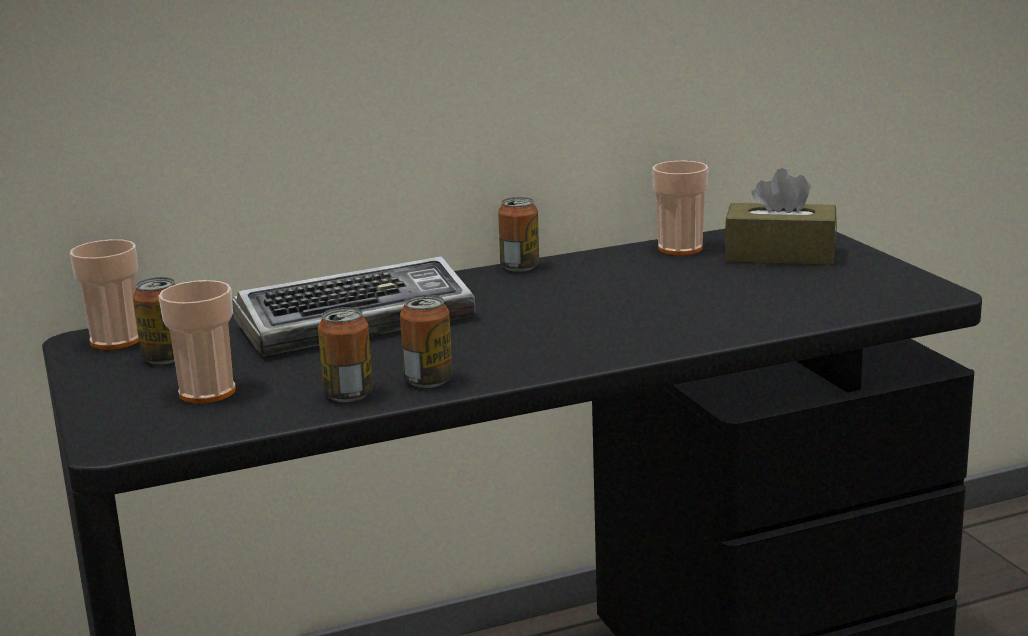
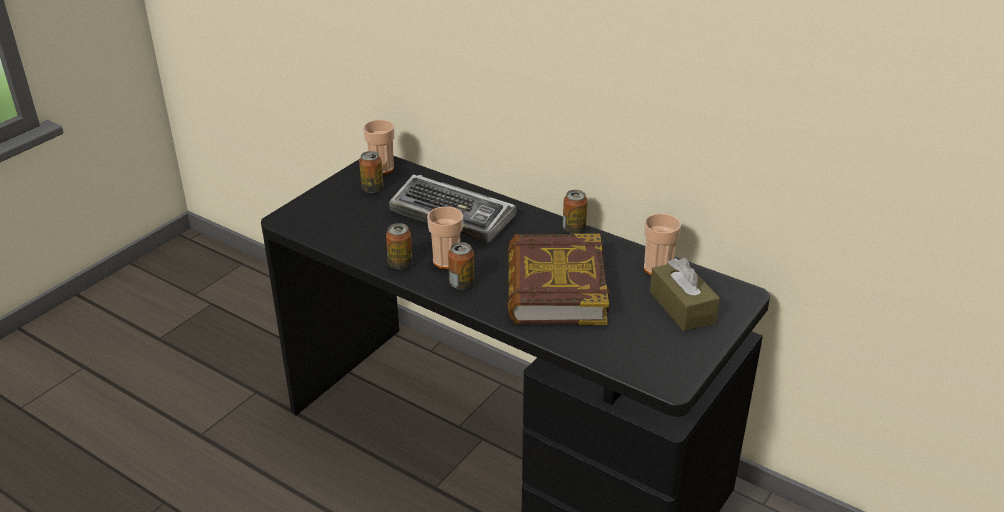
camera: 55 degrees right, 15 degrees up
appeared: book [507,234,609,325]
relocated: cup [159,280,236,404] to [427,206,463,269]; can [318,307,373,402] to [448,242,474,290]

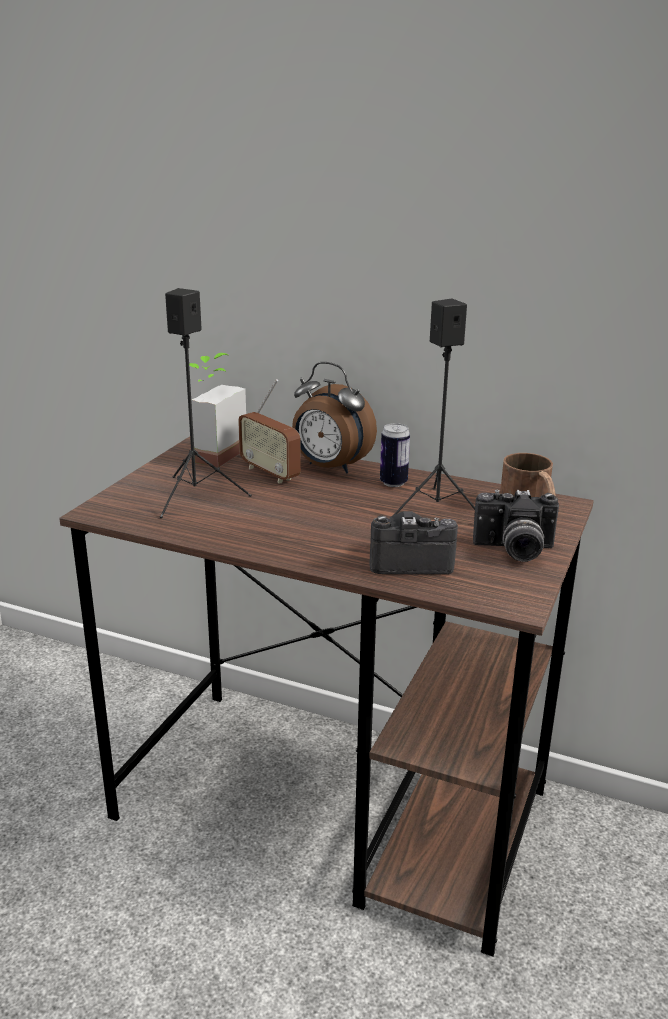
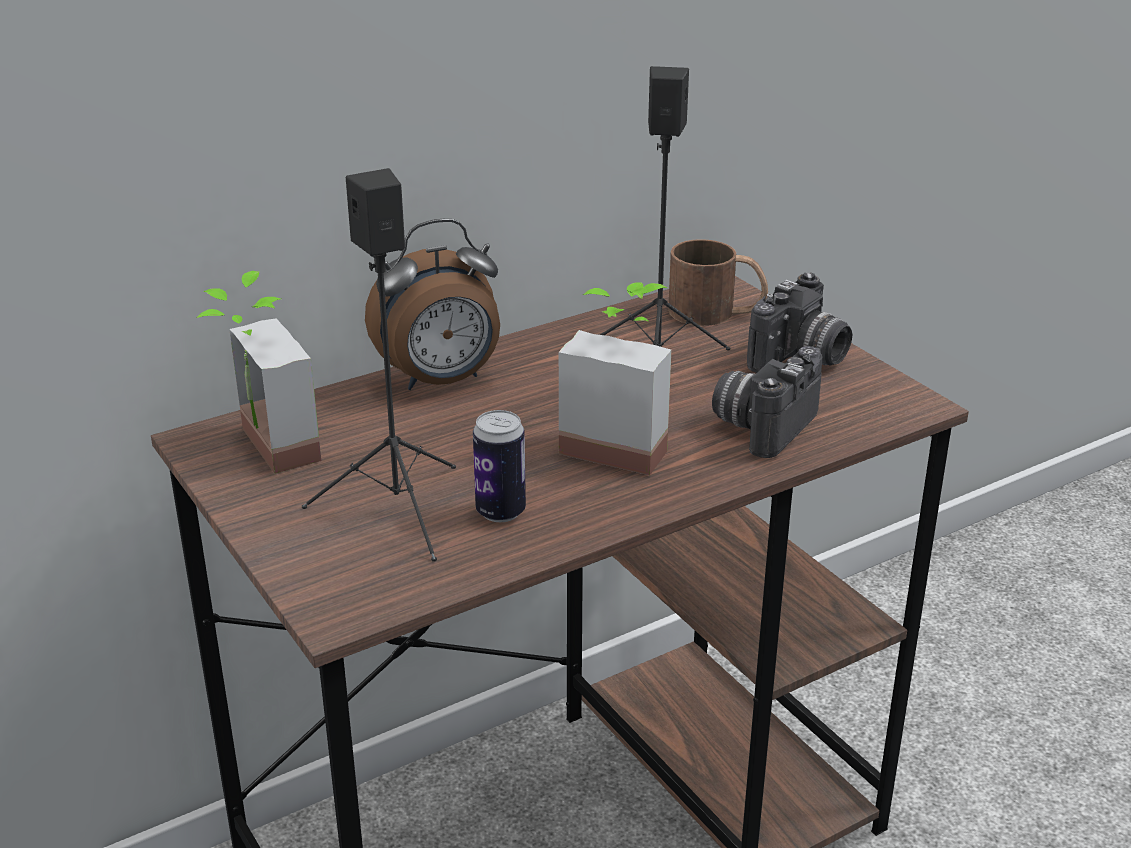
camera: 55 degrees left, 5 degrees up
missing: radio [238,379,301,484]
appeared: potted plant [559,282,671,475]
relocated: can [380,423,410,487] to [473,410,526,522]

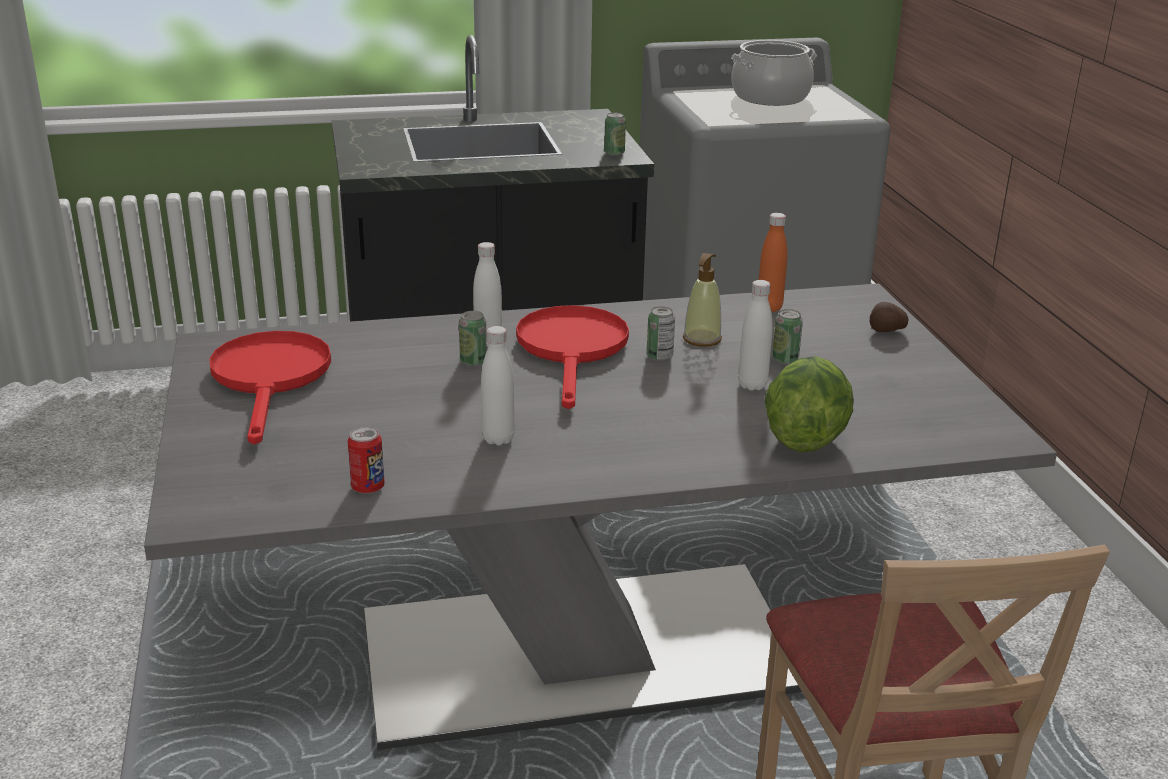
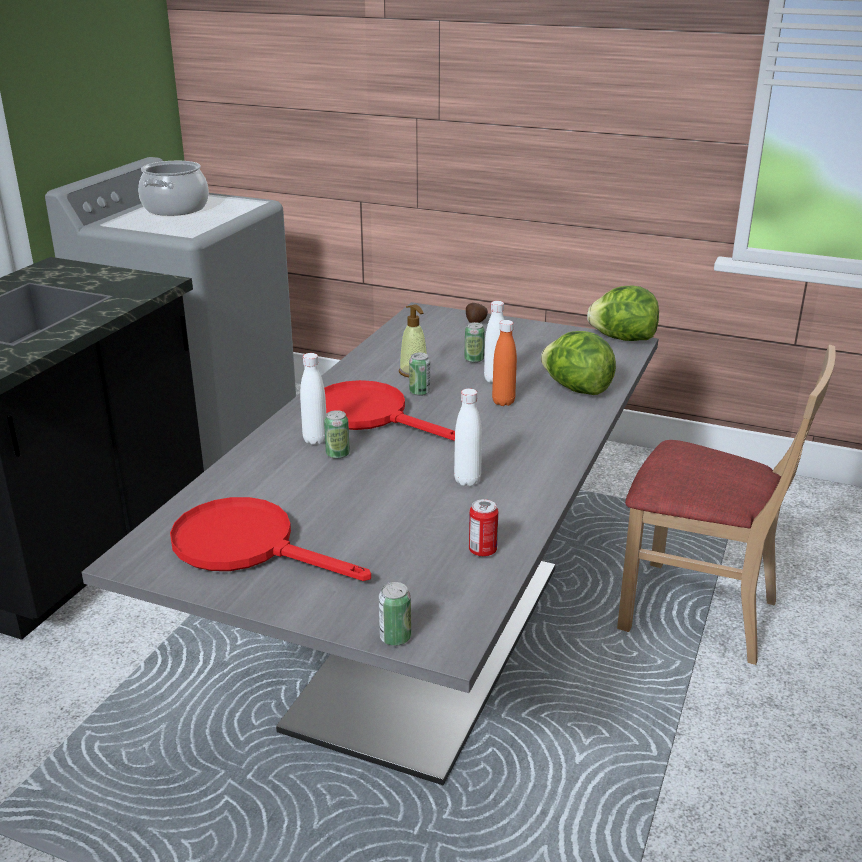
camera: 55 degrees left, 0 degrees up
appeared: lettuce [587,286,659,341]
relocated: can [604,113,626,156] to [379,582,411,646]; orange bottle [759,213,787,312] to [492,320,517,406]

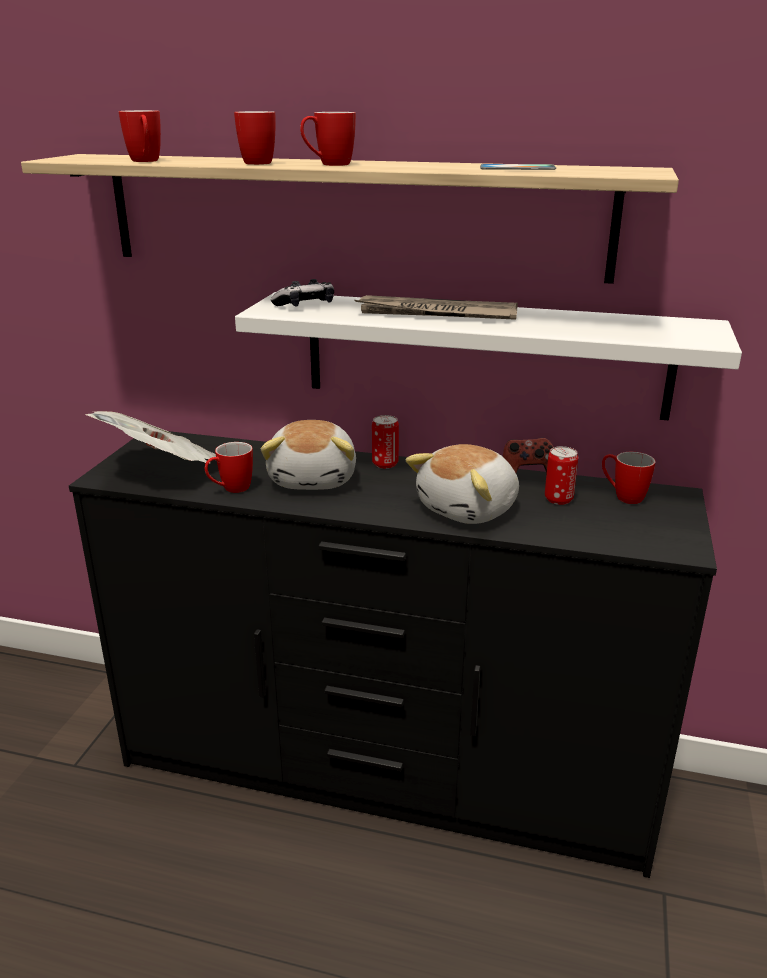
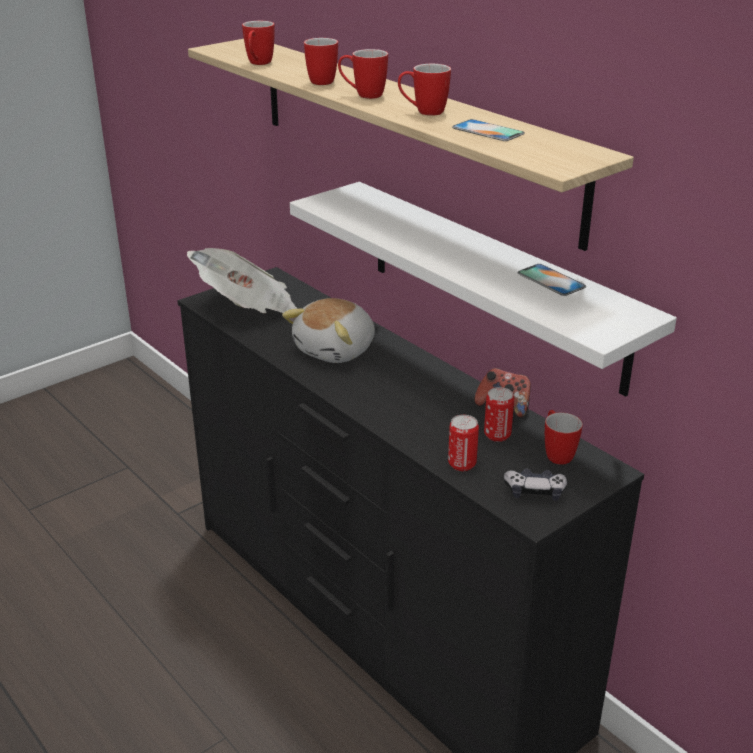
camera: 35 degrees right, 5 degrees up
missing: newspaper [355,295,518,320]; plush toy [406,444,519,524]
appeared: phone [518,264,586,296]
relocated: game controller [271,279,334,307] to [504,468,567,501]; can [372,415,399,469] to [448,415,479,471]; mug [205,442,253,493] to [398,64,451,116]

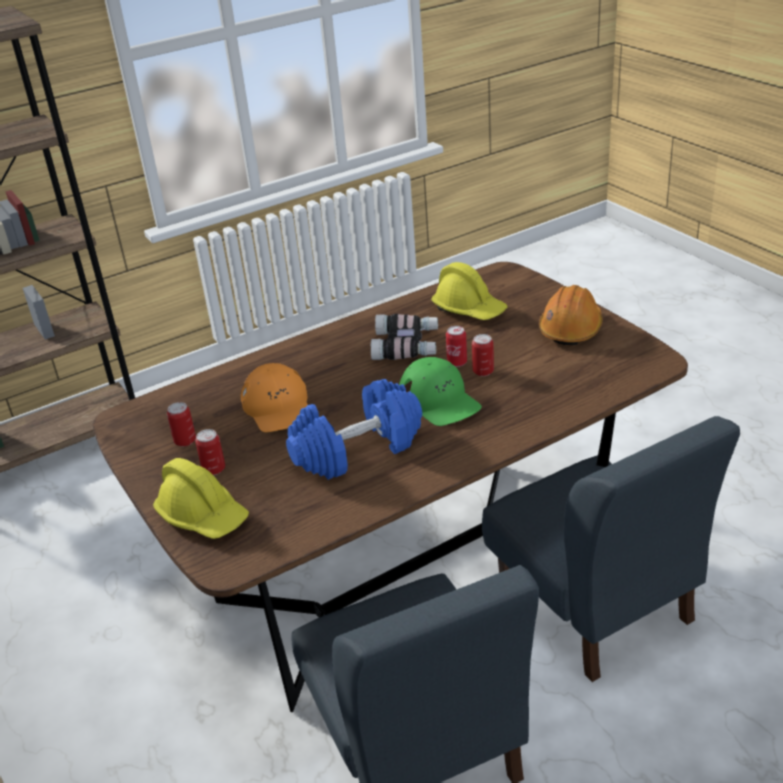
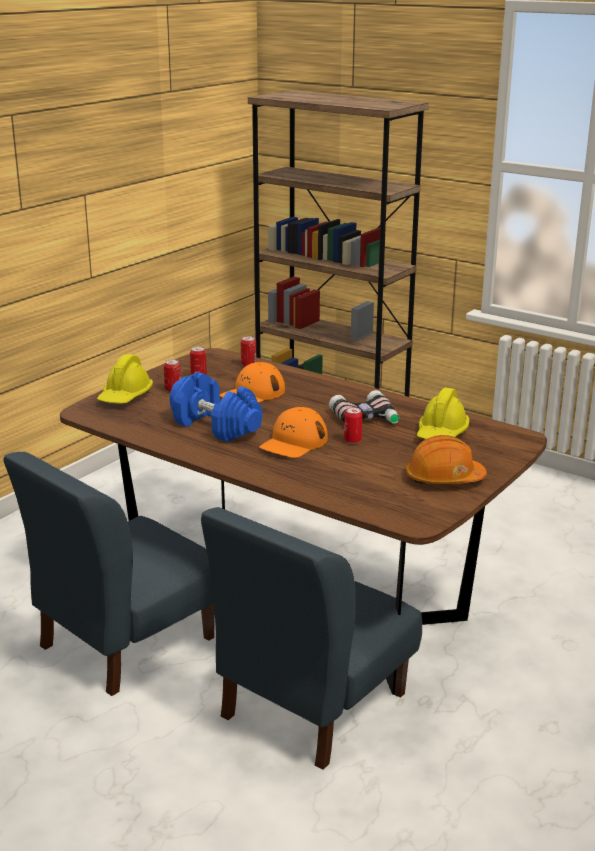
camera: 65 degrees right, 10 degrees down
relocated: can [472,334,494,376] to [241,336,256,367]
colour: green cap [399,357,482,426] to orange cap [259,407,328,458]

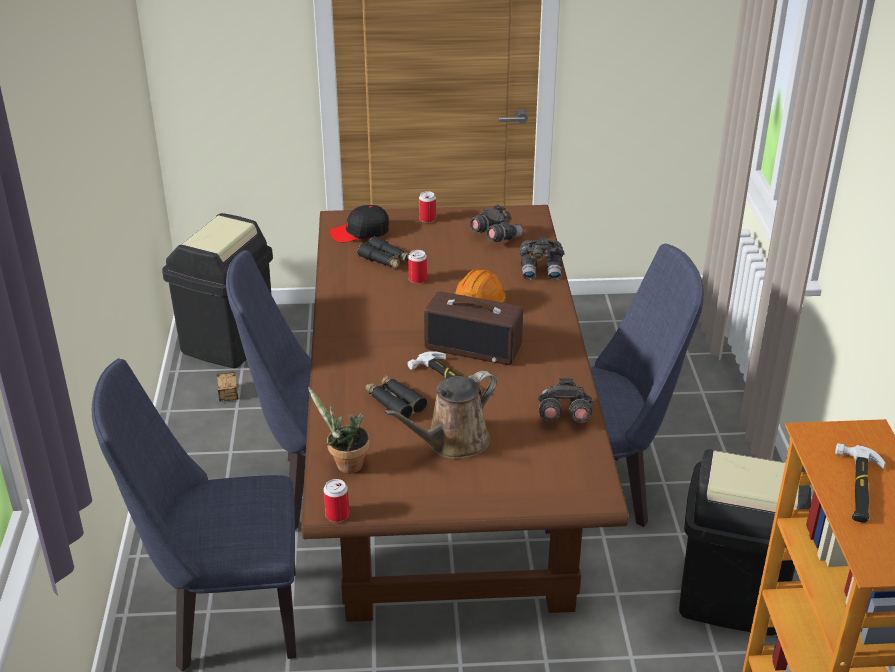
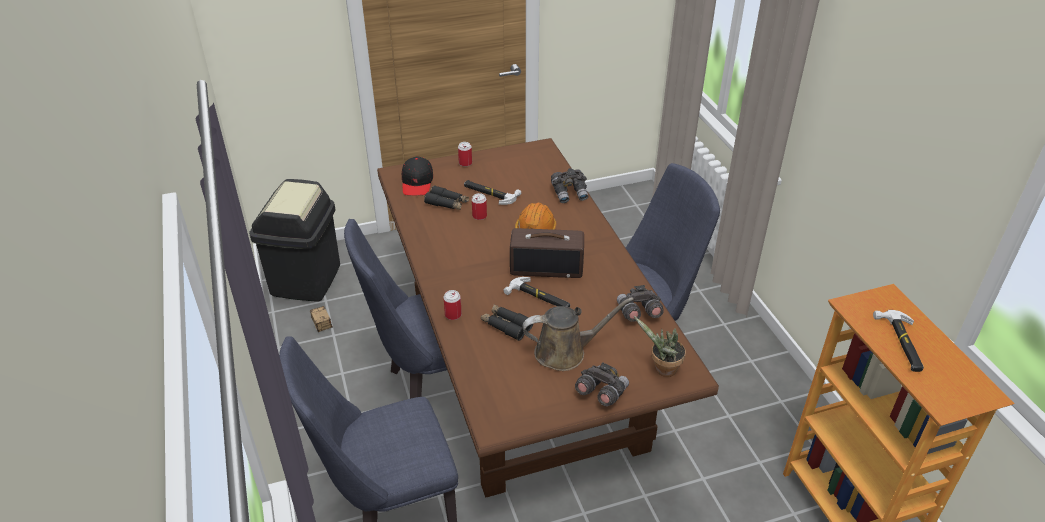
camera: 15 degrees left, 5 degrees up
missing: black trash can [679,449,811,636]
appeared: hammer [464,180,521,205]
relocated: grey binoculars [470,205,523,242] to [575,362,629,406]; potted plant [308,387,370,474] to [634,316,686,377]; can [323,479,349,522] to [444,290,462,320]
spun: black cap [329,205,389,243] = [402,156,433,195] 60 degrees counterclockwise; brown watering can [384,371,497,459] = [523,297,634,371] 135 degrees counterclockwise

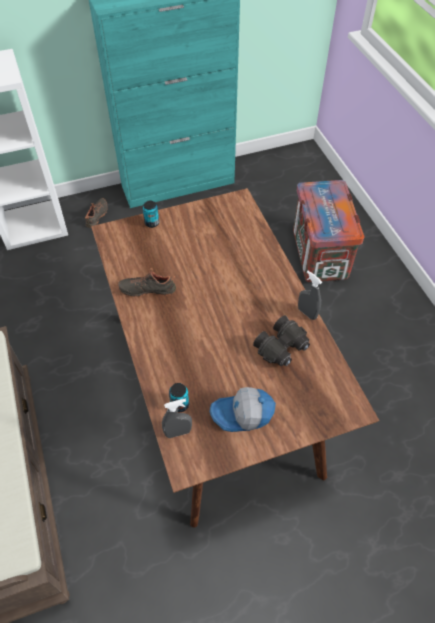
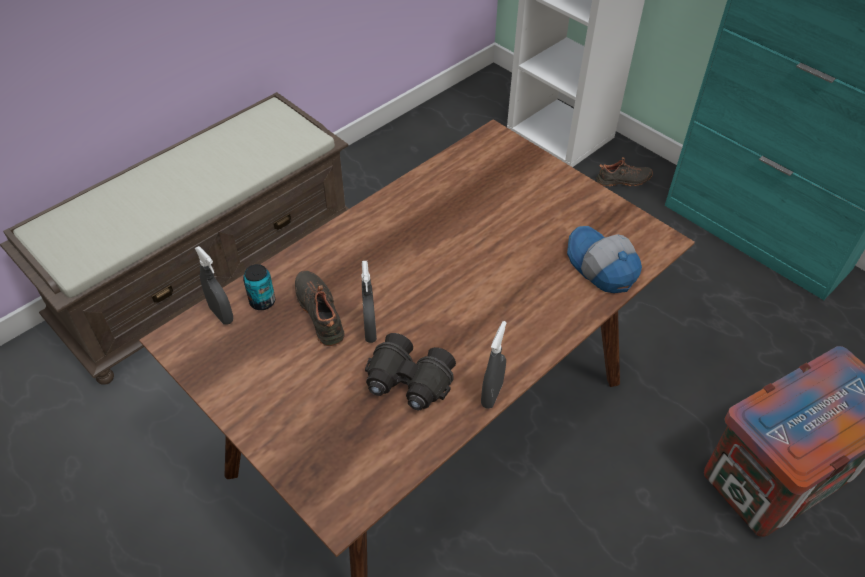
camera: 65 degrees right, 5 degrees down
missing: can [143,200,159,228]
appeared: grey spray bottle [361,261,377,343]
relocated: black shoe [118,268,176,297] to [295,270,345,346]; cap [209,387,276,432] to [567,226,642,293]

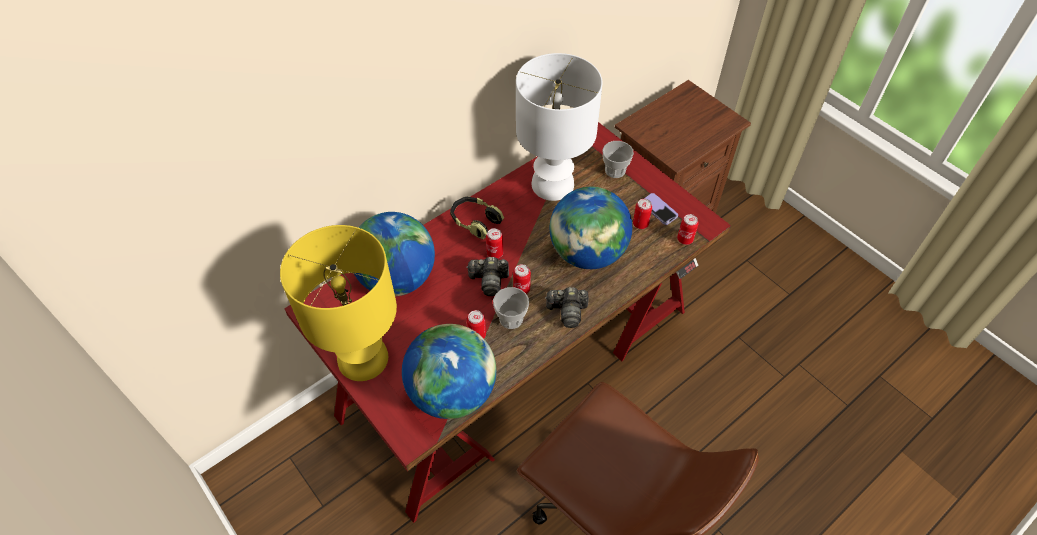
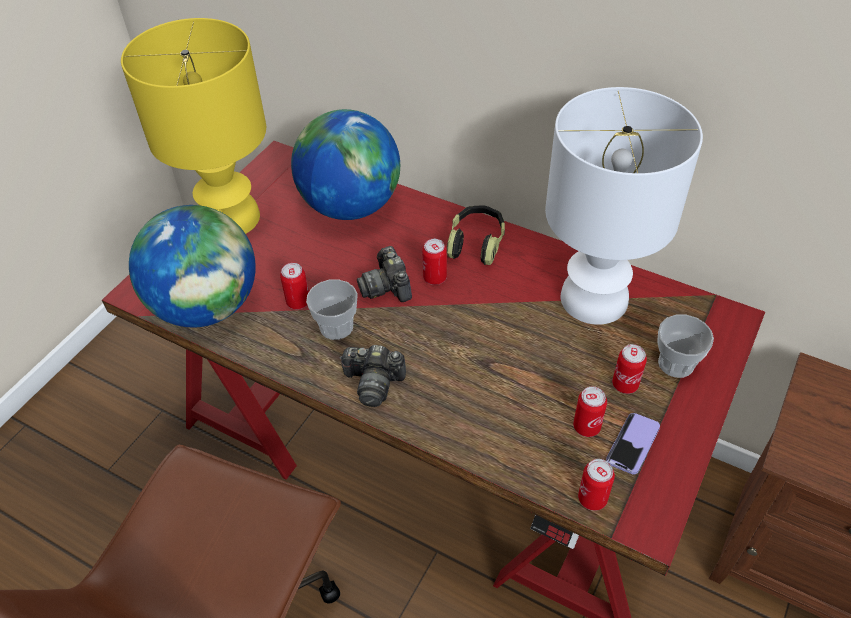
camera: 70 degrees right, 5 degrees down
missing: globe [550,187,632,269]
relocated: can [513,264,531,294] to [612,344,647,394]
spun: photo camera [545,287,589,328] = [339,345,406,407] 60 degrees counterclockwise

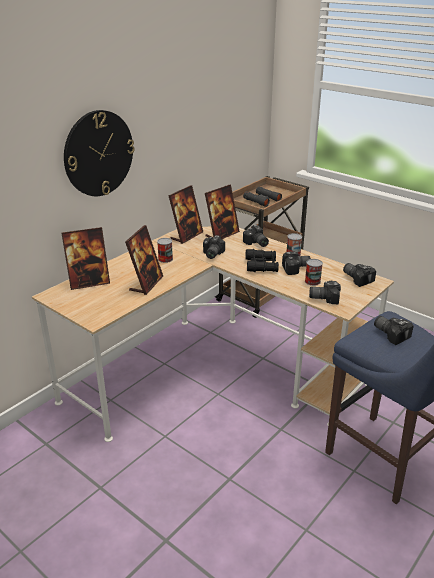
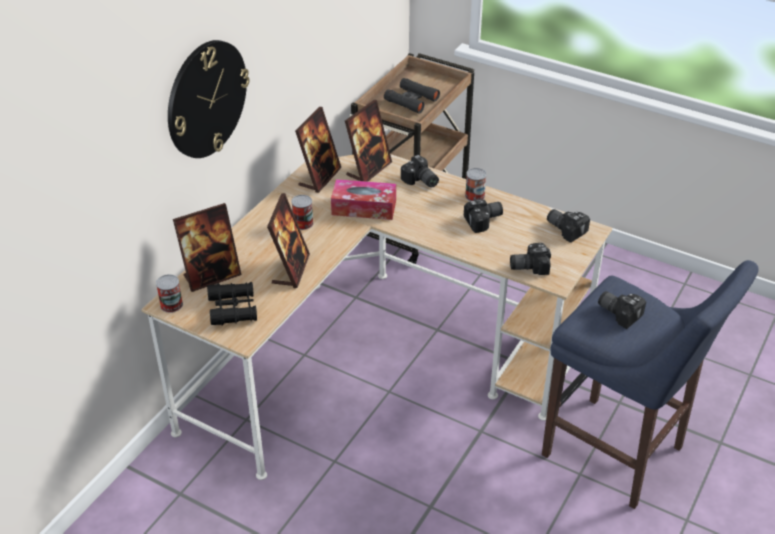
camera: 10 degrees left, 10 degrees up
relocated: black binoculars [245,249,279,272] to [207,282,257,326]; can [305,259,323,286] to [156,274,183,313]
exchanged: photo camera [203,235,225,259] to tissue box [331,179,396,220]

